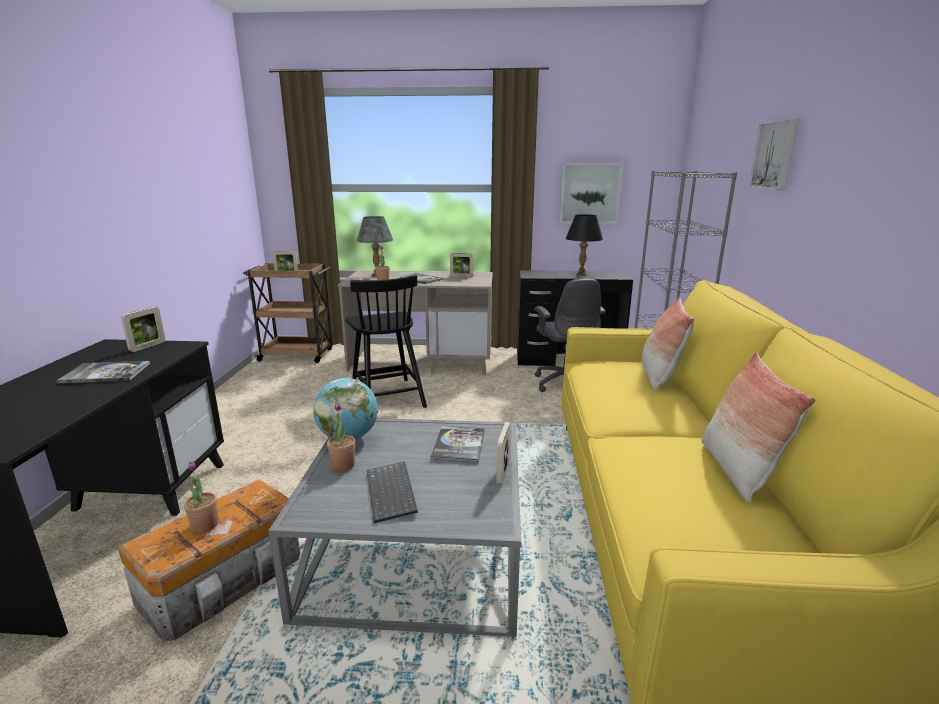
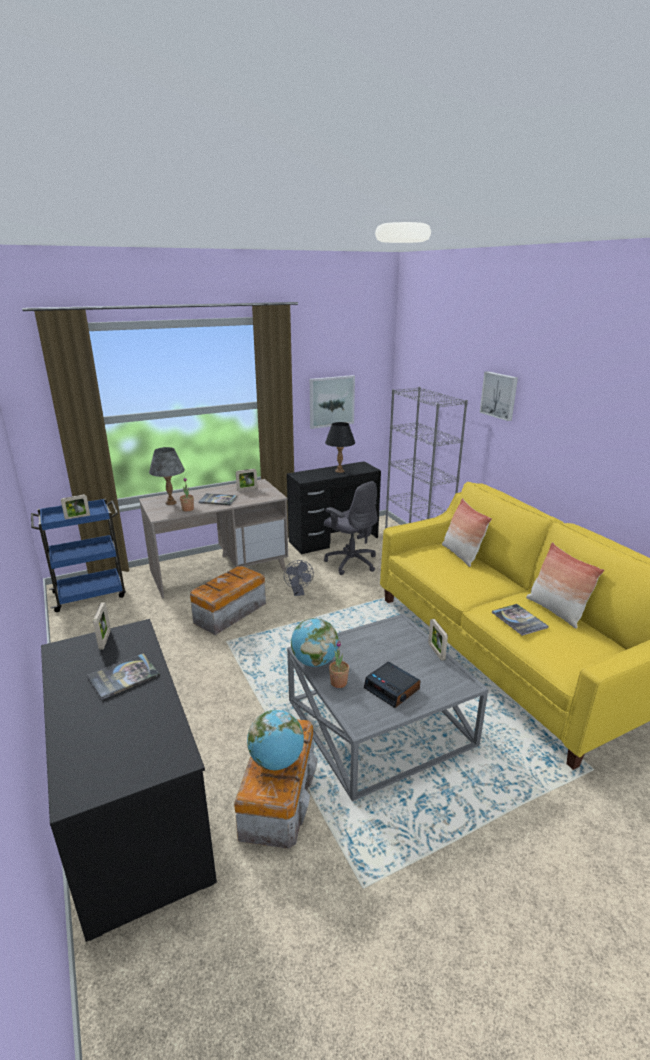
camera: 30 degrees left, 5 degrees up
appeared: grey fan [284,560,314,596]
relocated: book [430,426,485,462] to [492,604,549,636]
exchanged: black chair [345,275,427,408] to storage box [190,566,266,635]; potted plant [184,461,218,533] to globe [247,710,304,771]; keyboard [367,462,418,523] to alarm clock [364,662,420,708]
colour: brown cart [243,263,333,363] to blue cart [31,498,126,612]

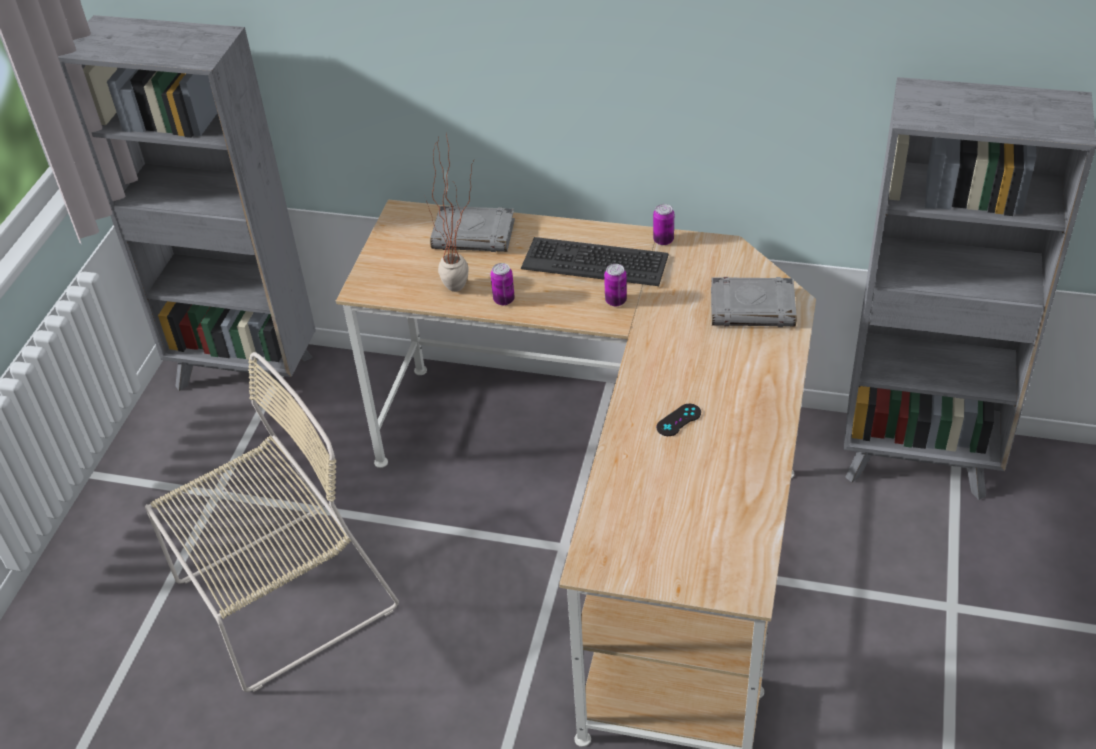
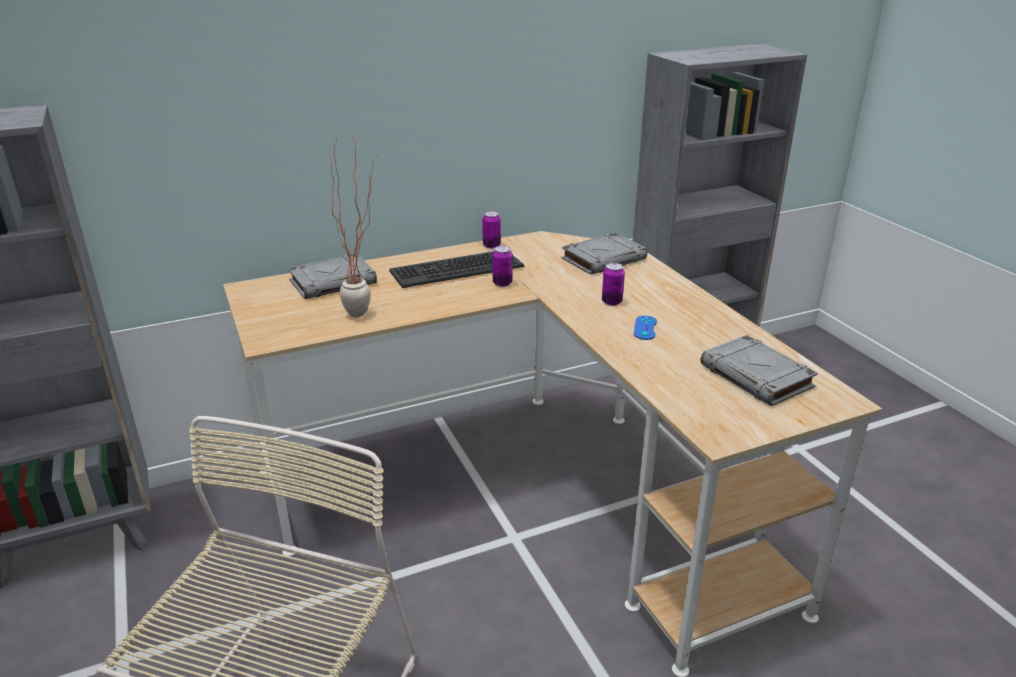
camera: 40 degrees left, 15 degrees down
appeared: grey book [701,335,818,406]
relocated: can [490,263,515,305] to [602,263,625,306]
colour: black game controller [656,404,701,436] to blue game controller [634,316,657,340]

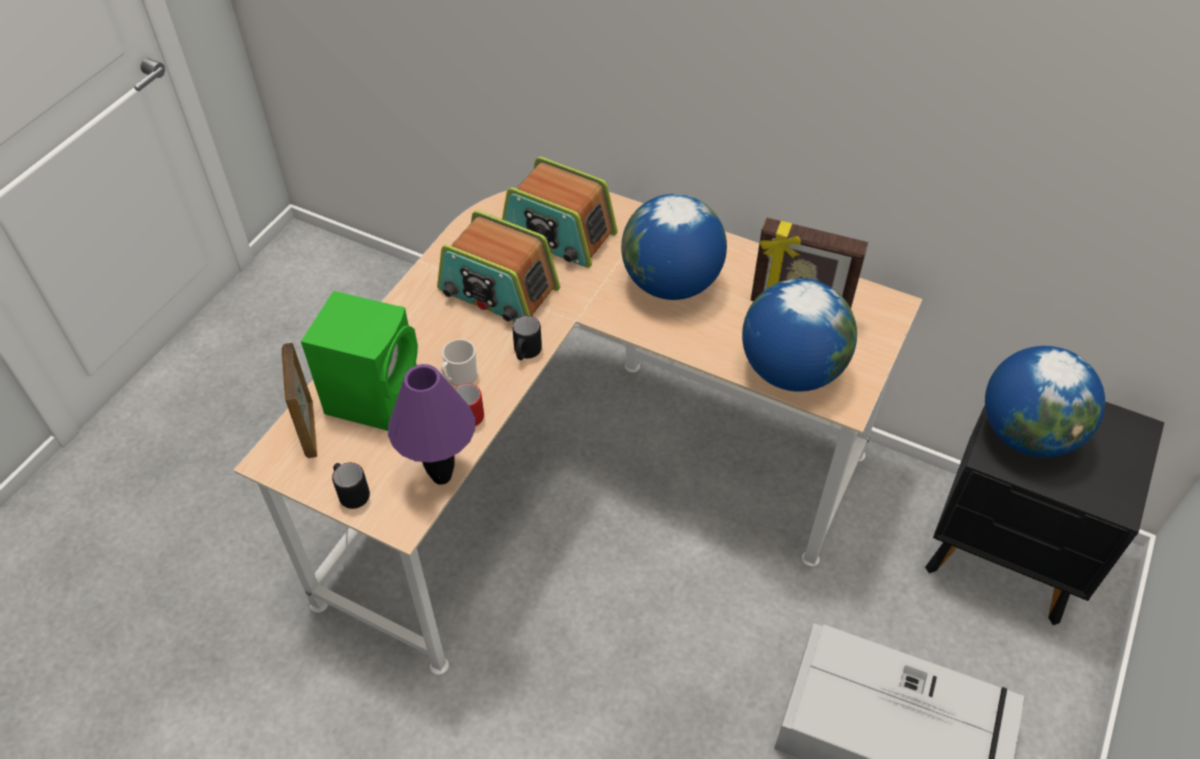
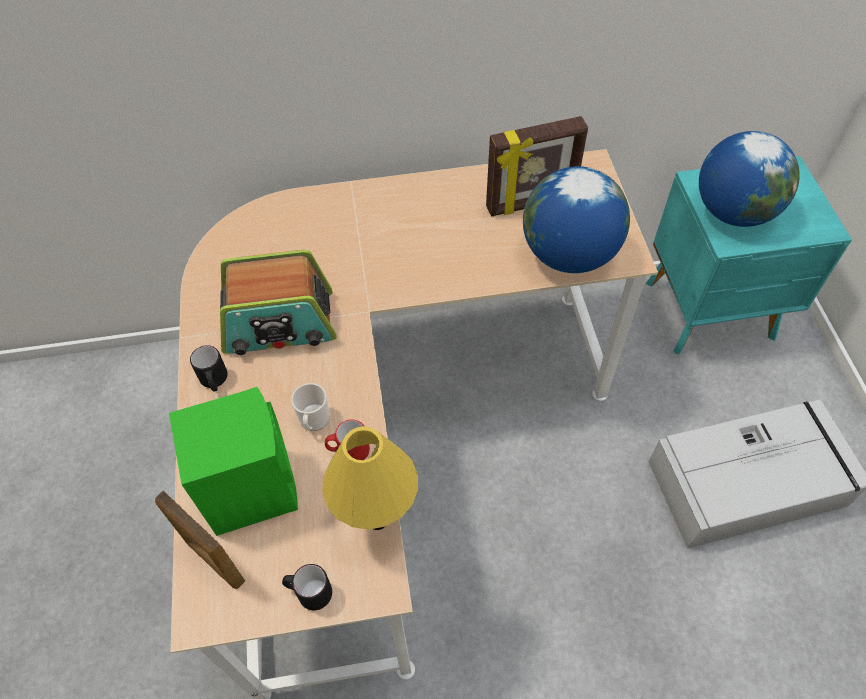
camera: 35 degrees left, 5 degrees up
missing: radio [502,157,618,268]; globe [621,194,727,300]
relocated: black mug [512,316,542,360] to [190,345,228,392]
colour: purple table lamp [388,364,475,485] to yellow table lamp [322,426,418,530]; black nightstand [925,402,1164,625] to turquoise nightstand [646,156,852,355]

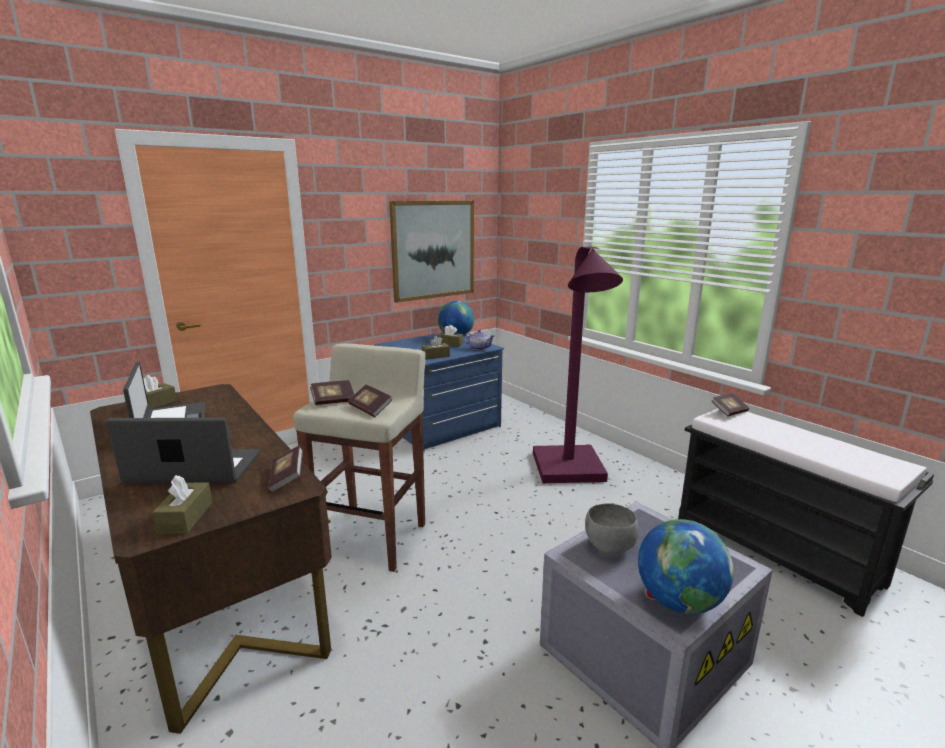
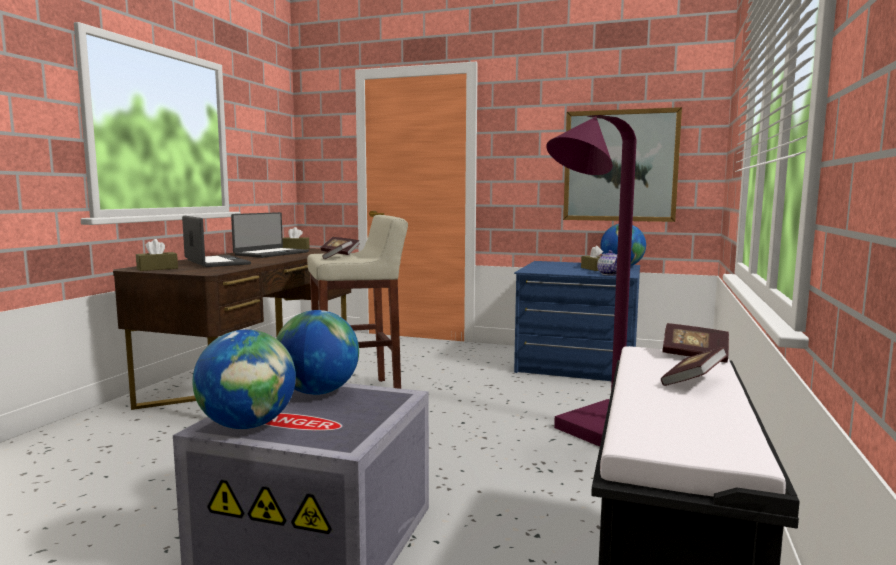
camera: 55 degrees right, 10 degrees down
missing: brown tissue box [422,336,450,360]
relocated: book [268,445,303,493] to [661,347,727,386]
exchanged: grey bowl [585,503,639,554] to globe [276,310,359,395]

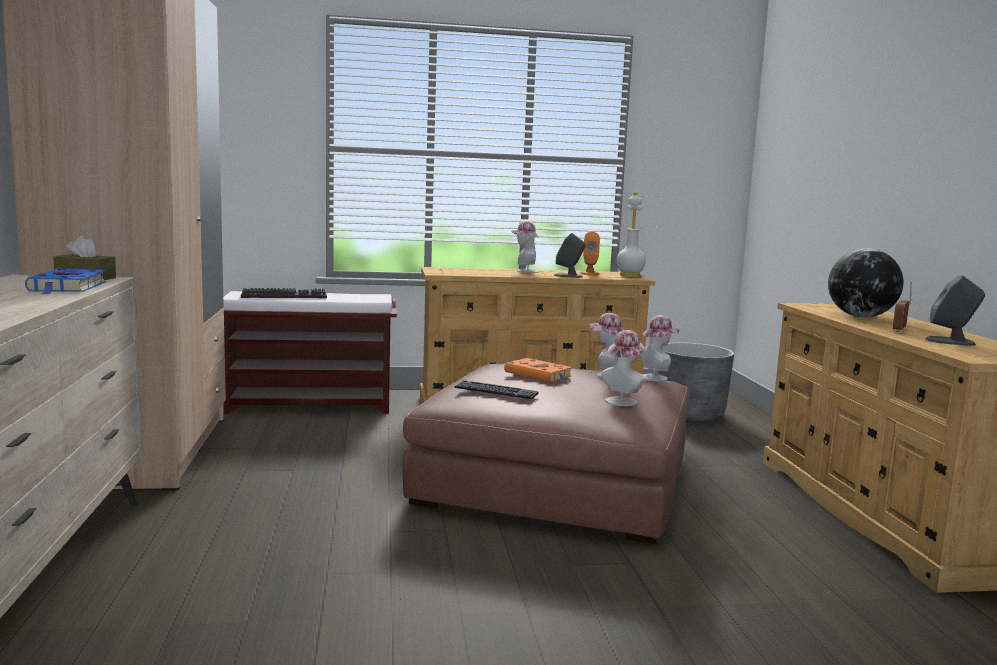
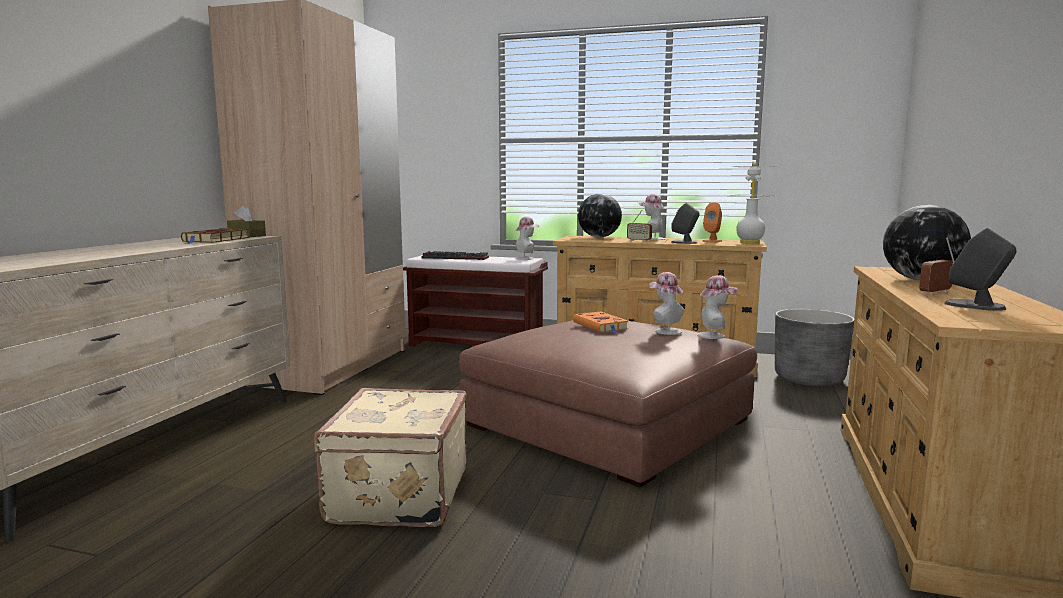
camera: 25 degrees right, 0 degrees up
missing: keyboard [454,380,538,399]
appeared: globe [578,193,622,237]; radio [627,210,652,242]; beige suitcase [314,388,467,527]
relocated: hat [601,330,646,406] to [515,216,539,260]
colour: blue book [25,268,106,295] to brown book [181,228,249,244]

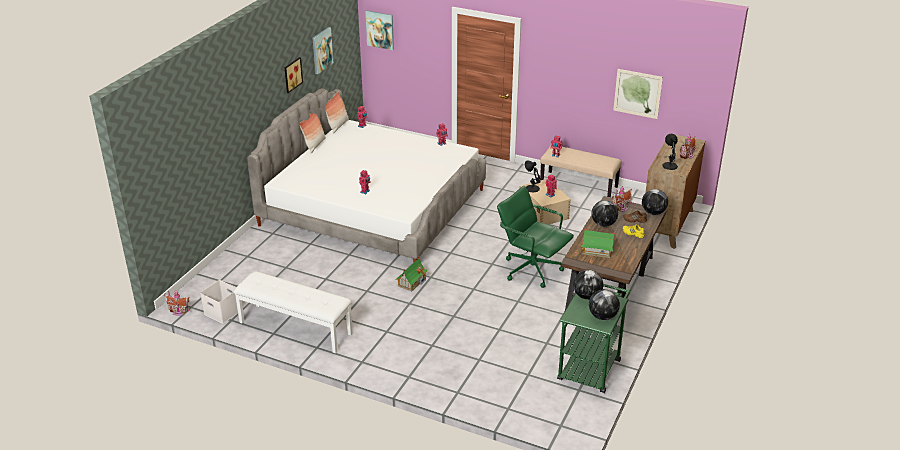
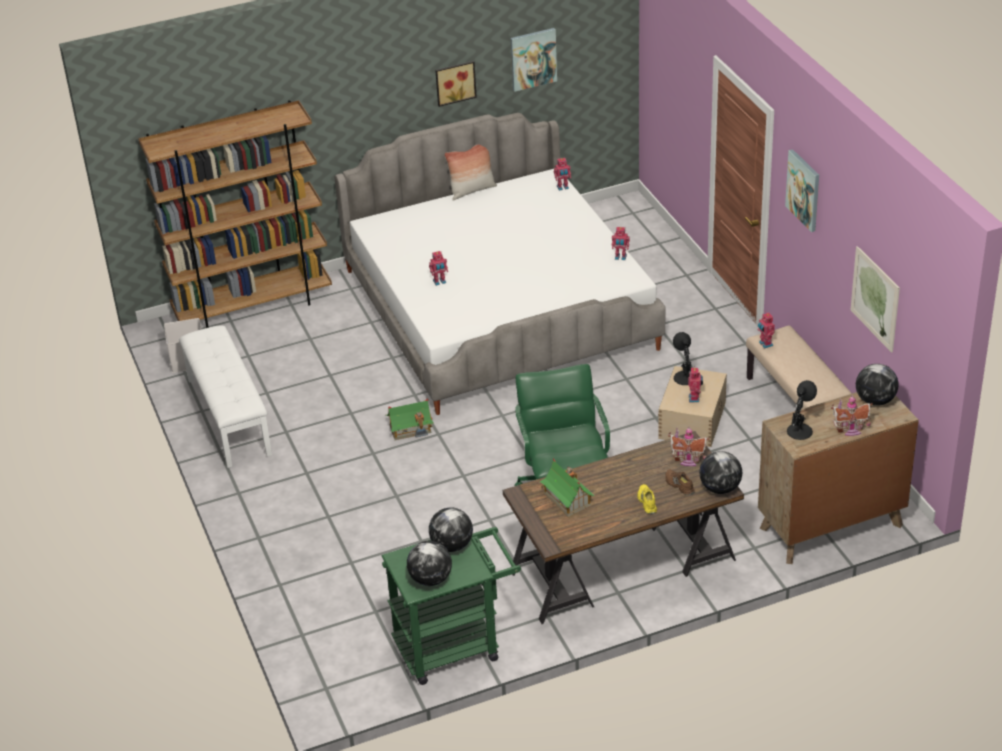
camera: 45 degrees right, 5 degrees up
missing: pillow [325,92,349,134]; toy house [164,290,190,316]
appeared: brown bookcase [138,100,332,328]
relocated: picture [365,10,394,50] to [785,149,819,232]; globe [592,200,618,227] to [856,364,899,406]

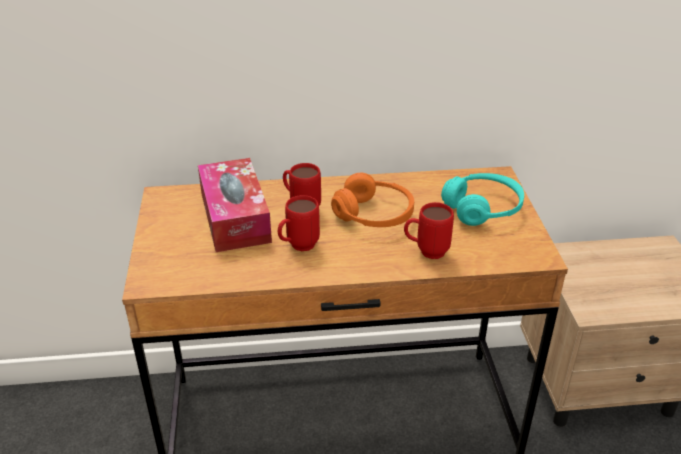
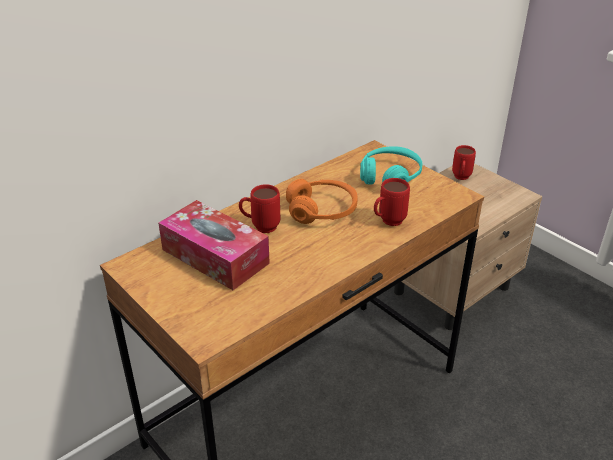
camera: 35 degrees left, 0 degrees up
relocated: red mug [278,195,320,251] to [452,145,476,180]

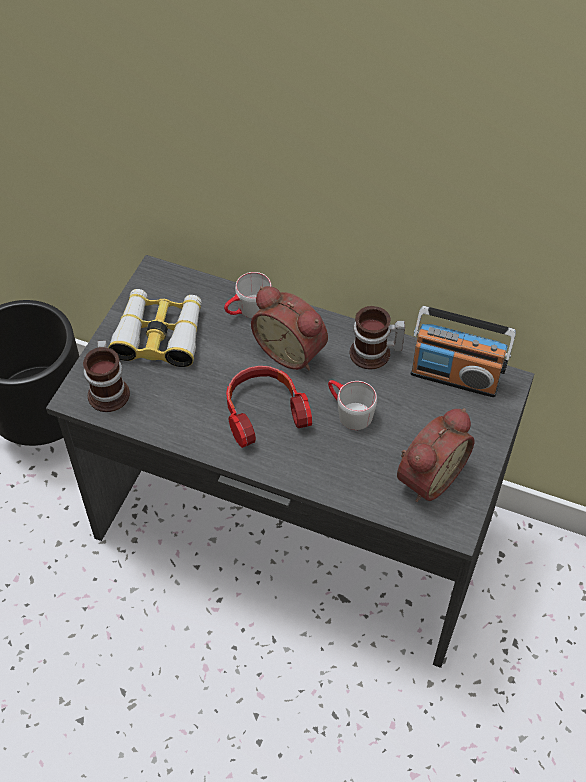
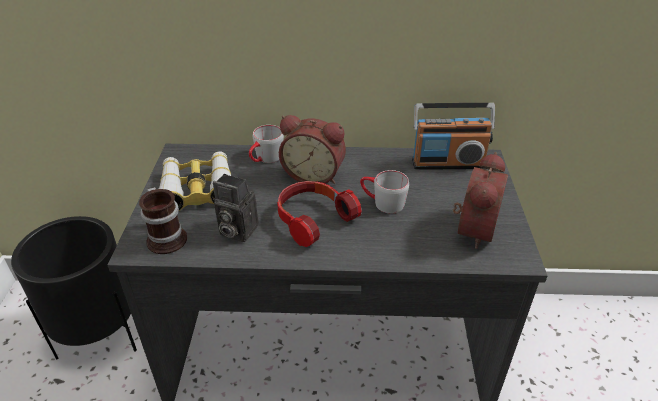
camera: 20 degrees left, 15 degrees down
missing: mug [350,306,405,369]
appeared: photo camera [213,174,259,242]

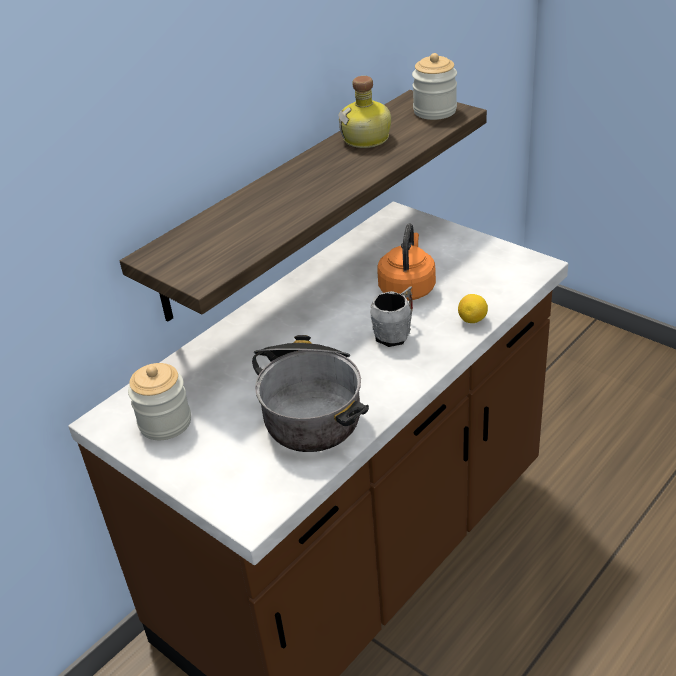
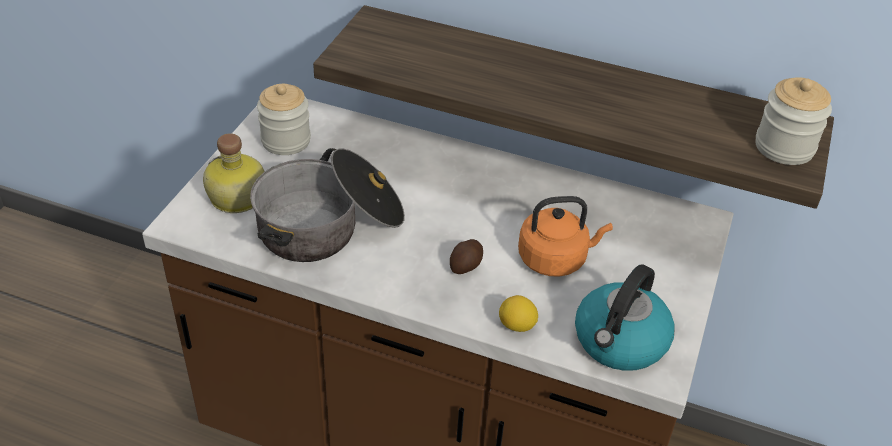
camera: 65 degrees right, 5 degrees up
appeared: kettle [575,264,675,371]
relocated: bottle [338,76,391,148] to [203,133,265,213]
exchanged: grey mug [370,286,413,347] to potato [450,239,483,274]

